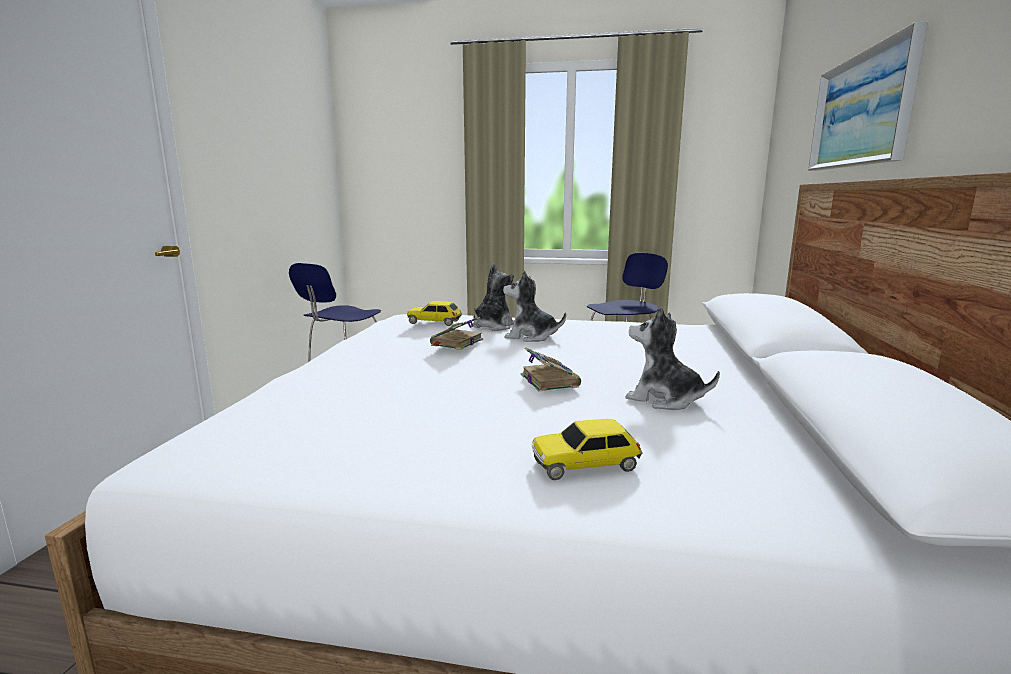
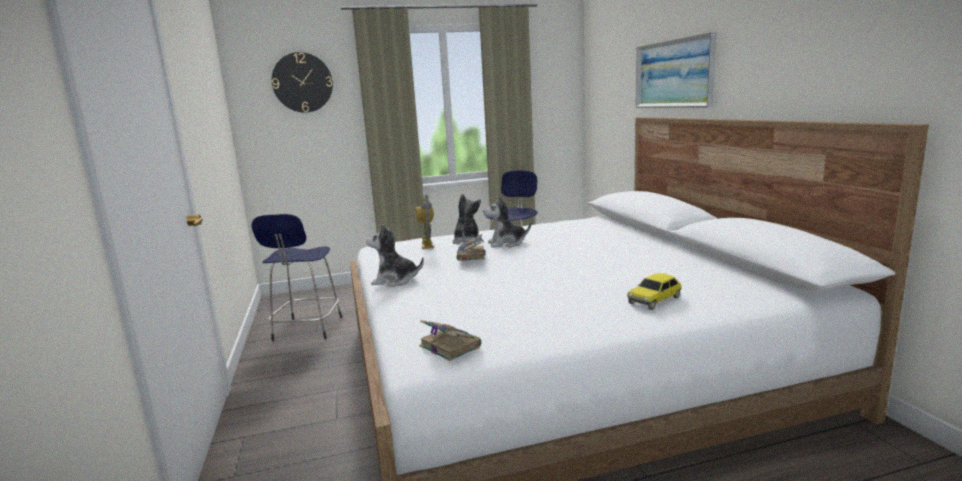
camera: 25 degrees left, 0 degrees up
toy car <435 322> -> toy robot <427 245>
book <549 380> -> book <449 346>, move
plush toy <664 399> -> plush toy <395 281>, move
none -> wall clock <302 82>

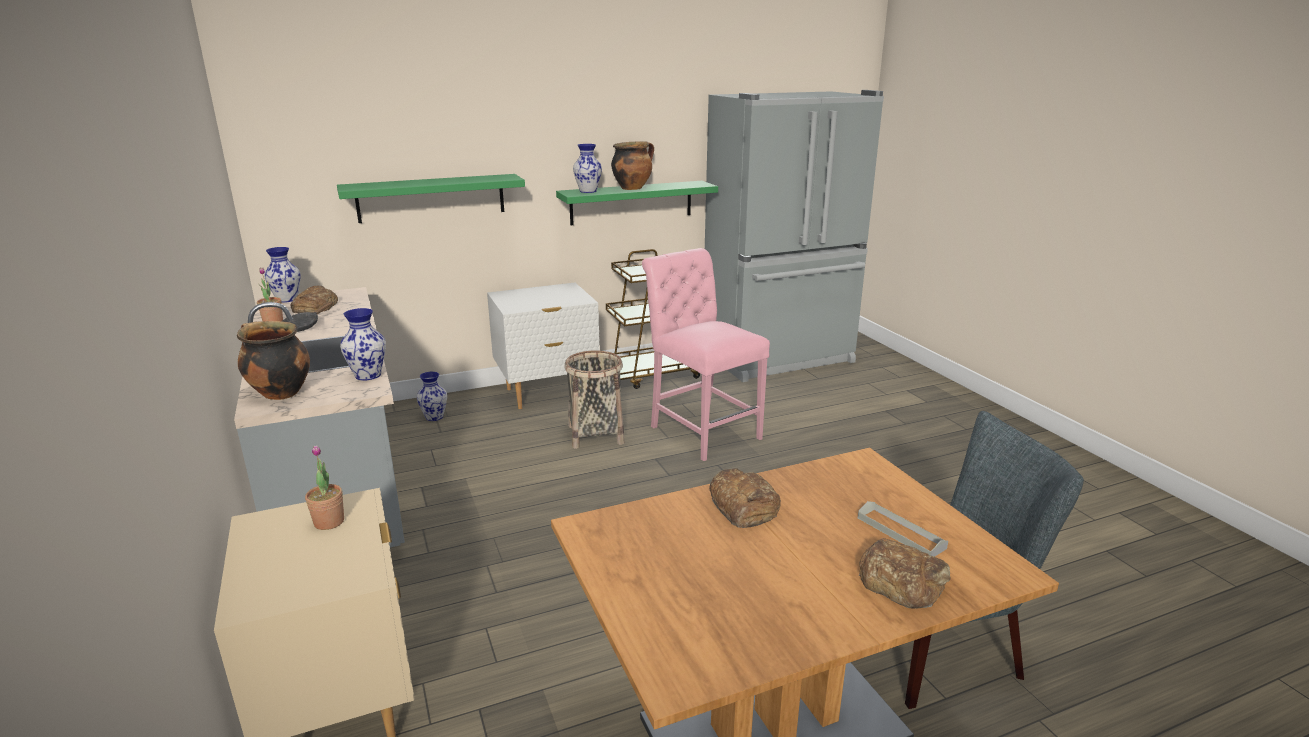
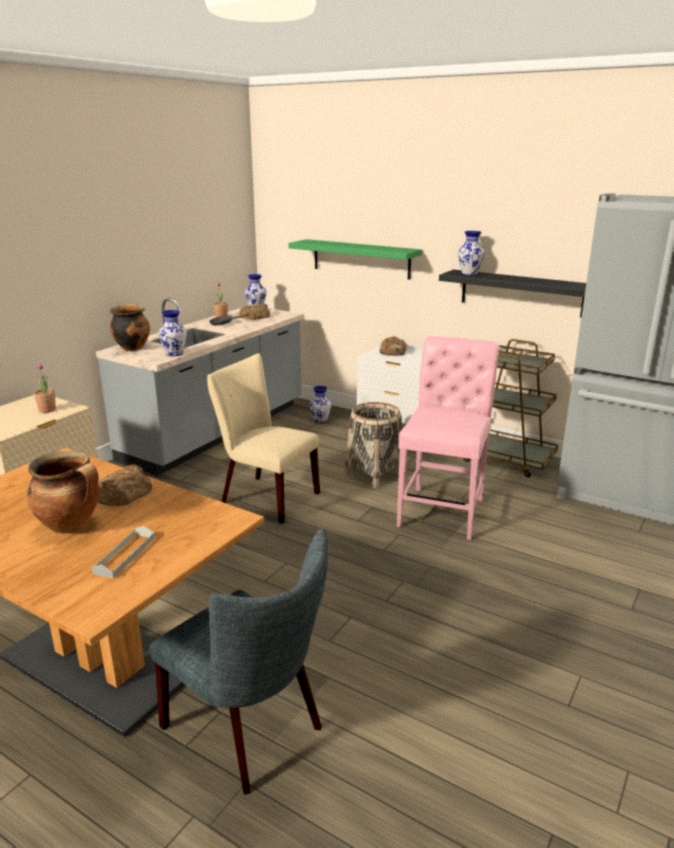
camera: 55 degrees right, 0 degrees up
green shelf <631 202> -> black shelf <521 293>
cooking pot <632 188> -> cooking pot <71 525>, move
bread <902 581> -> bread <393 351>, move
none -> beige chair <264 497>

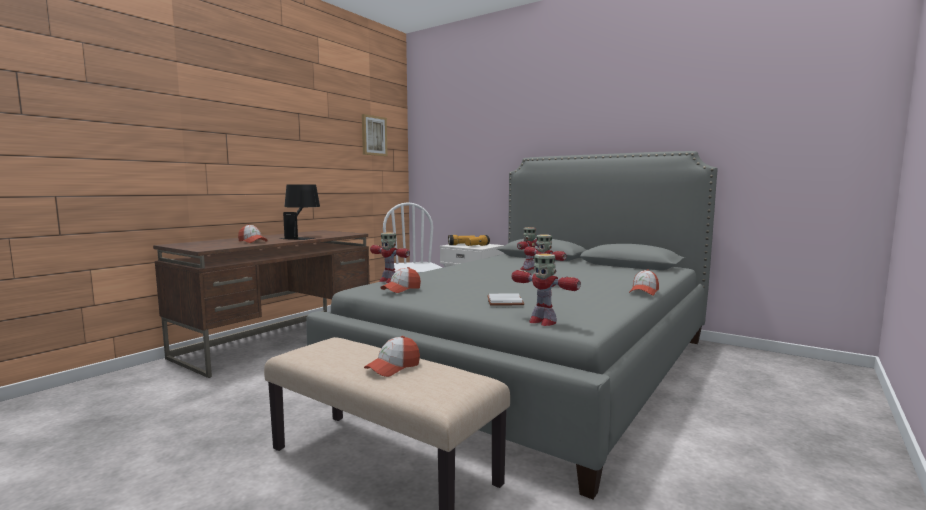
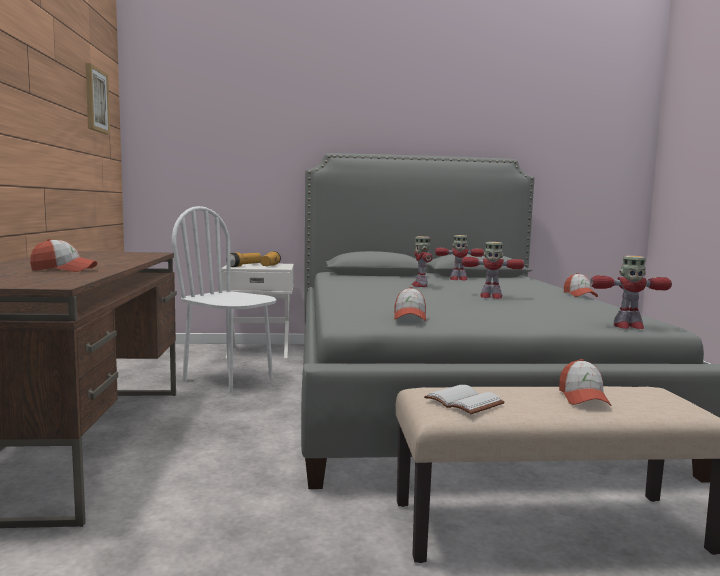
camera: 40 degrees left, 0 degrees up
black table lamp <302 237> -> none
toy robot <388 281> -> toy robot <458 279>, move
white book <506 302> -> white book <466 402>, move

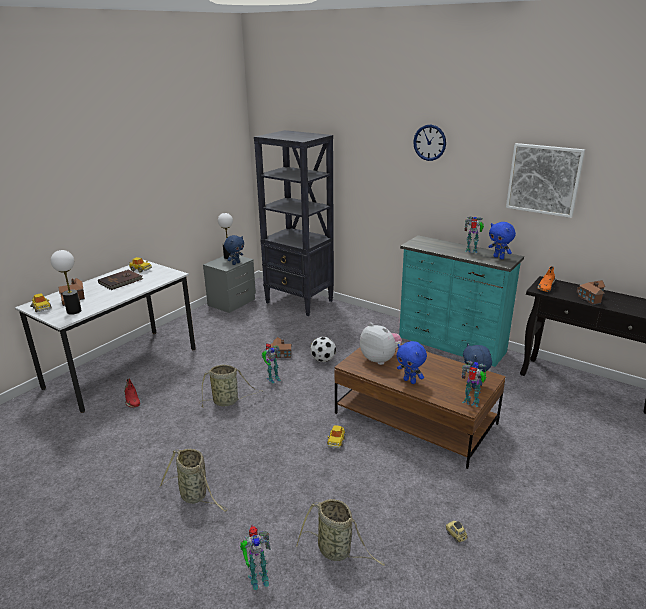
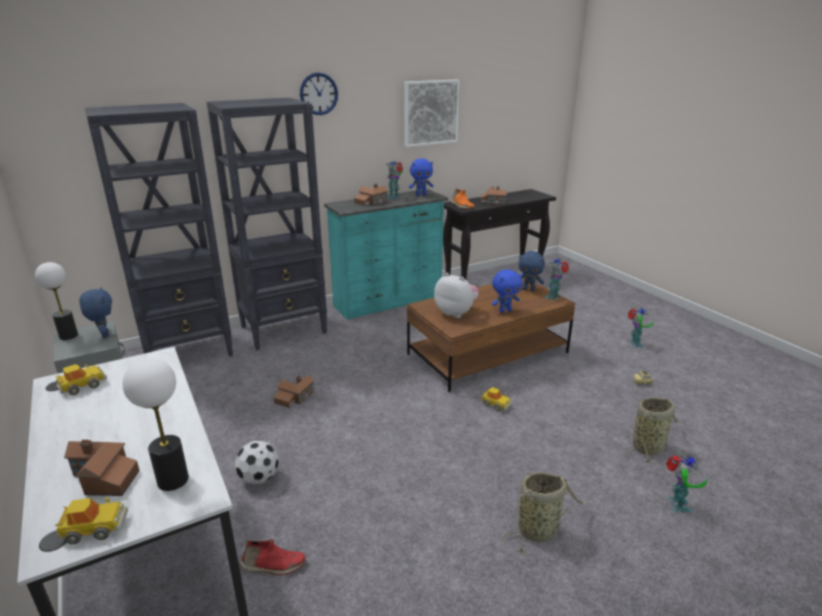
camera: 65 degrees left, 0 degrees up
brown book <121 281> -> none
basket <227 401> -> none
toy robot <272 378> -> toy robot <634 344>, move
football <323 360> -> football <258 478>, move
plush toy <380 359> -> plush toy <456 313>, 60 degrees clockwise
none -> black bookcase <284 329>
none -> toy house <371 202>

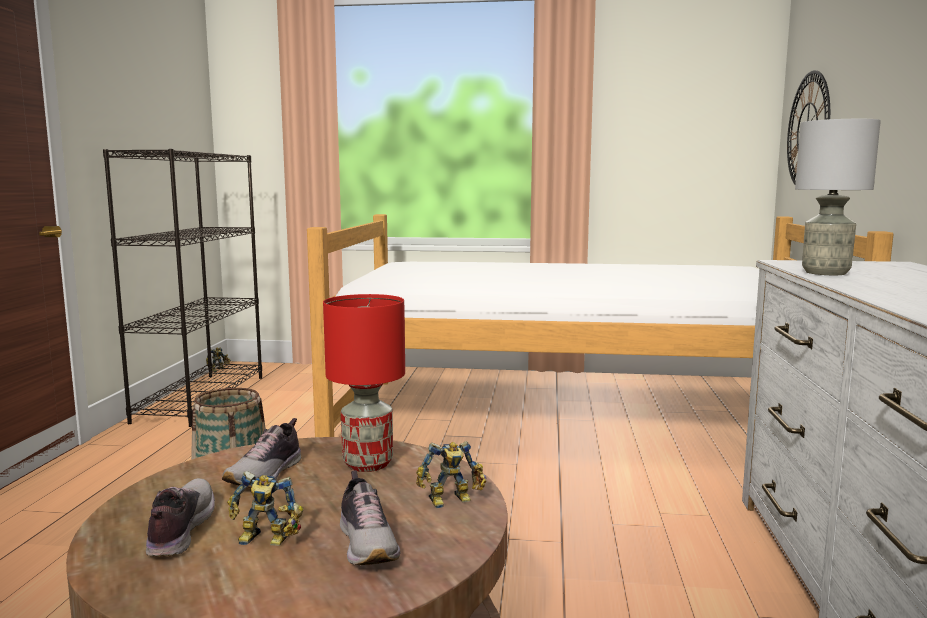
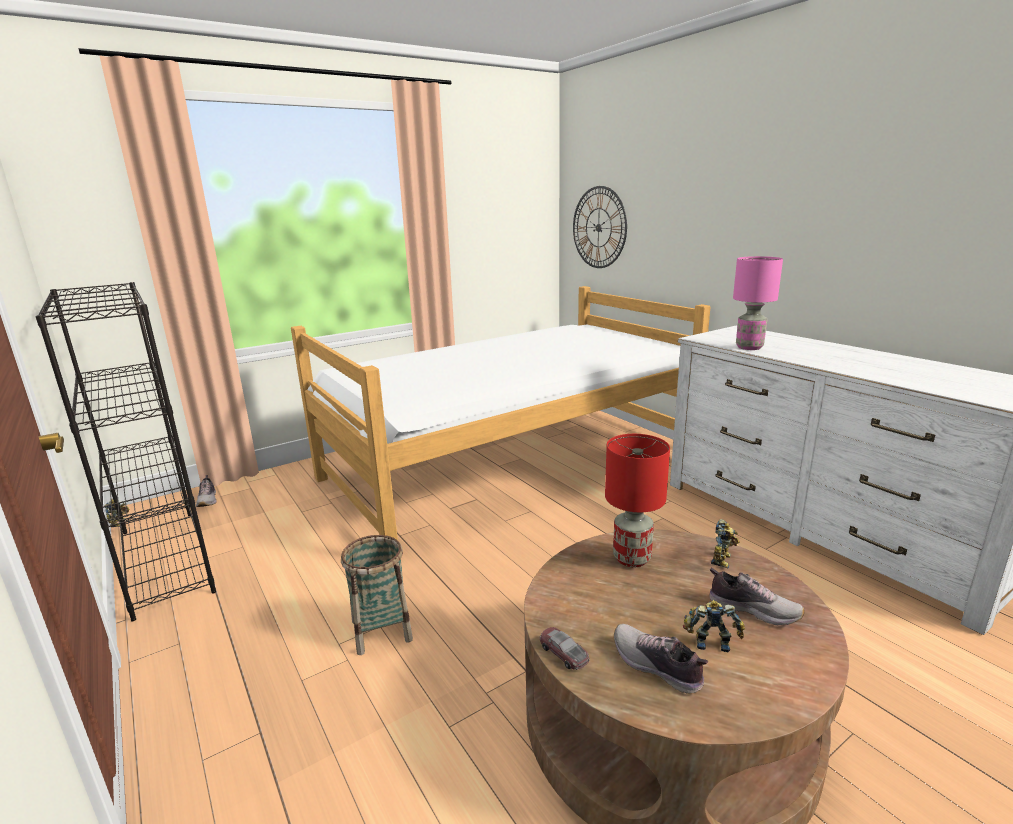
camera: 40 degrees left, 10 degrees up
shoe <267 474> -> shoe <208 500>, move
toy robot <264 541> -> toy robot <711 641>, 135 degrees counterclockwise
grey table lamp <826 273> -> pink table lamp <749 347>
none -> toy car <563 652>

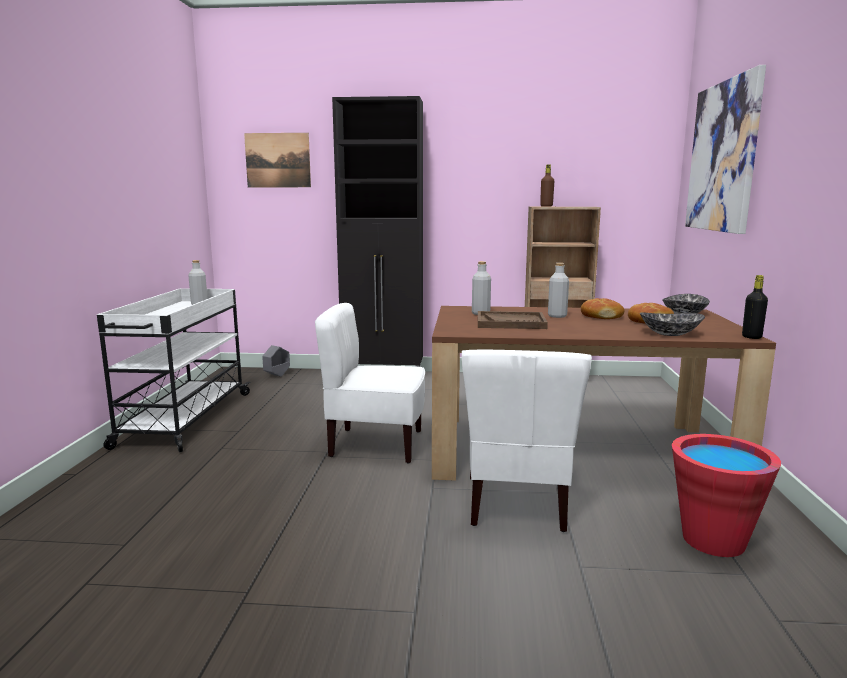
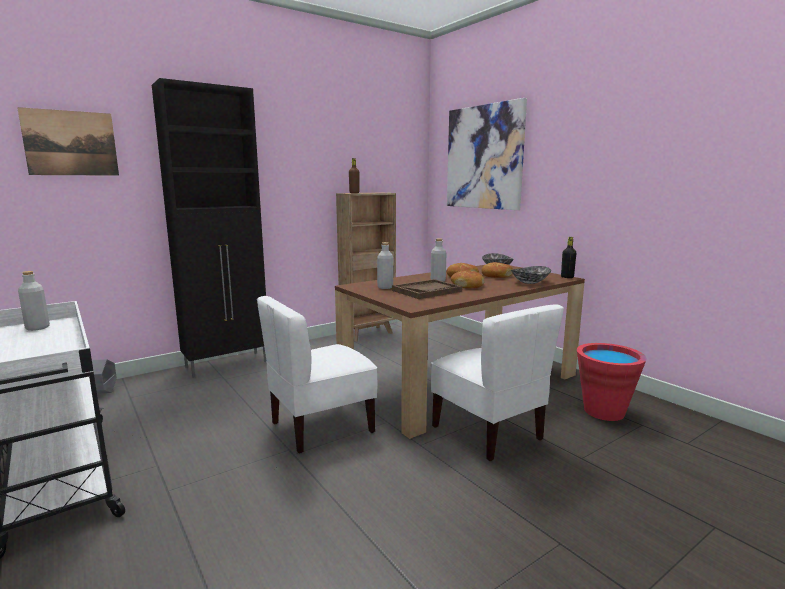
camera: 40 degrees left, 0 degrees up
none -> bread <467 285>

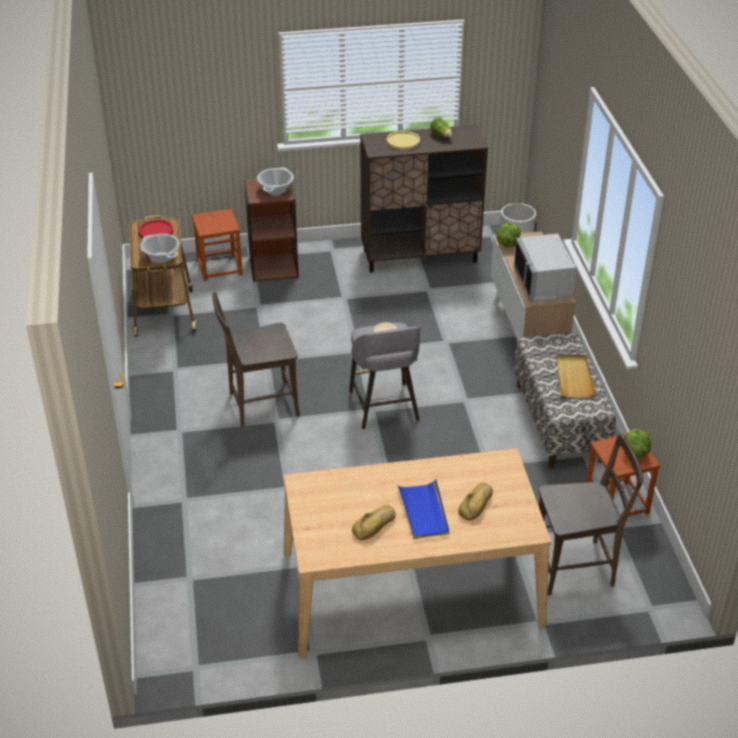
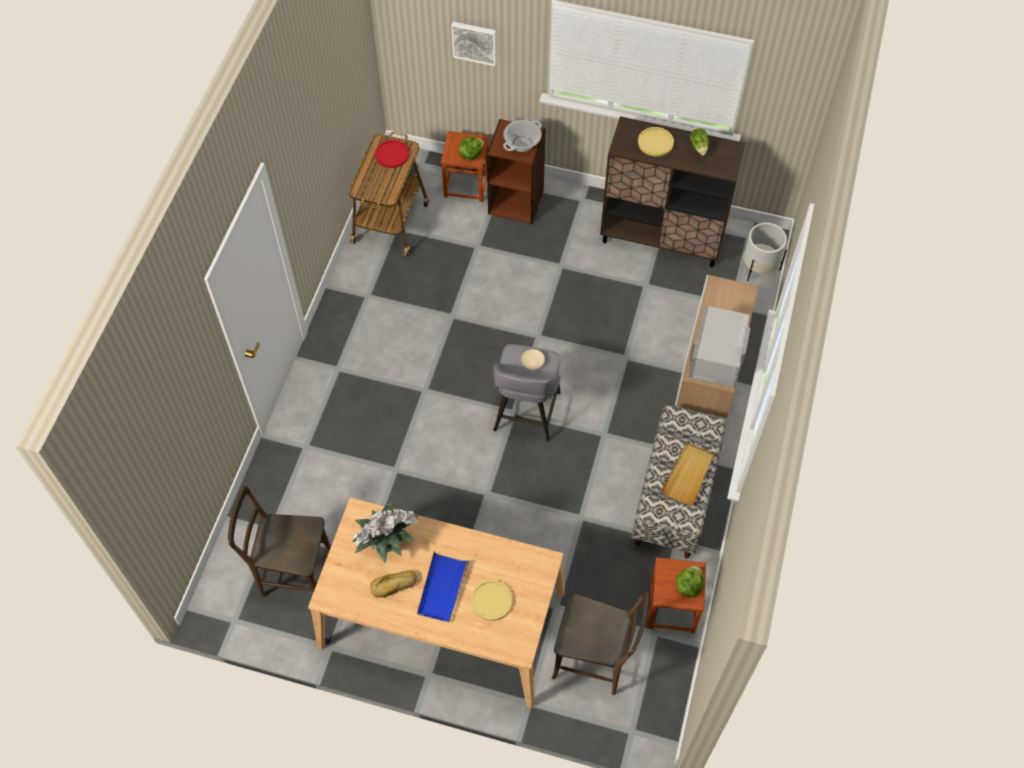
camera: 25 degrees right, 20 degrees up
cooking pot <161 257> -> none
brown chair <259 405> -> brown chair <293 573>, move
bread <477 504> -> yellow plate <491 600>
lettuce <507 243> -> lettuce <471 154>, move
none -> potted plant <388 543>
none -> picture <474 42>

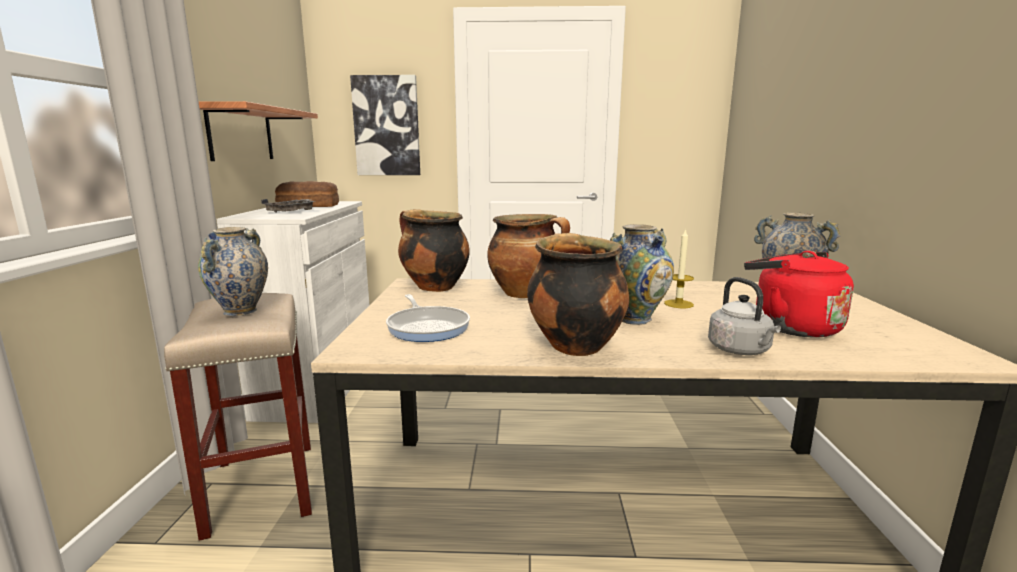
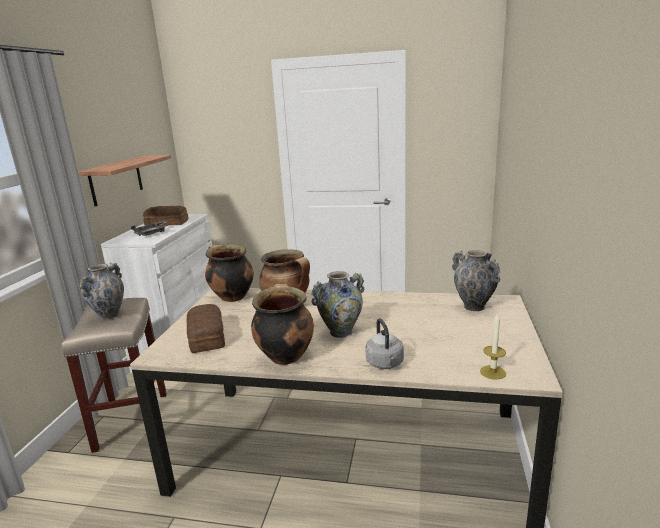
camera: 10 degrees right, 5 degrees up
picture <387 126> -> none
frying pan <428 327> -> bread <207 336>
candle <678 304> -> candle <493 372>, move
red kettle <790 327> -> none

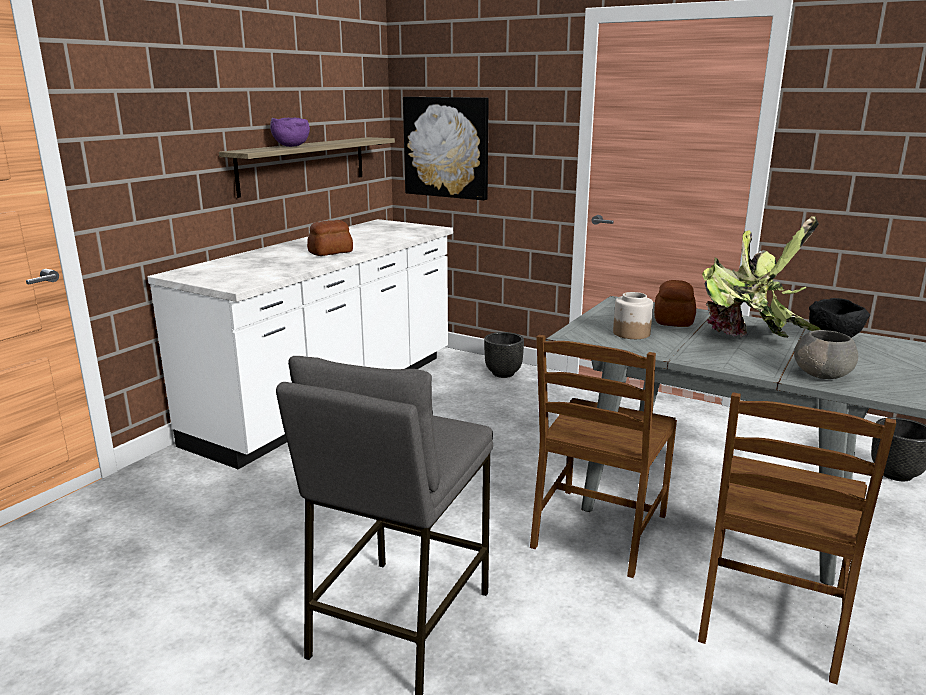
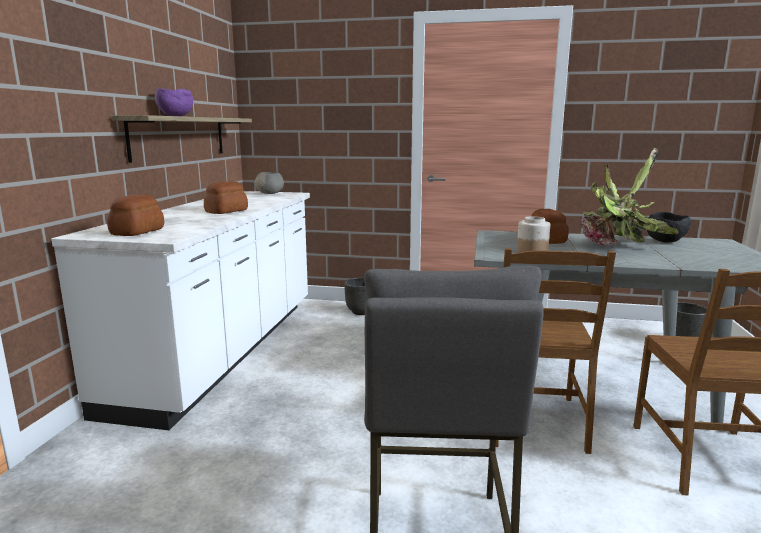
camera: 20 degrees left, 5 degrees down
picture <446 147> -> none
grey bowl <823 375> -> grey bowl <270 193>, move
none -> bread <136 232>

